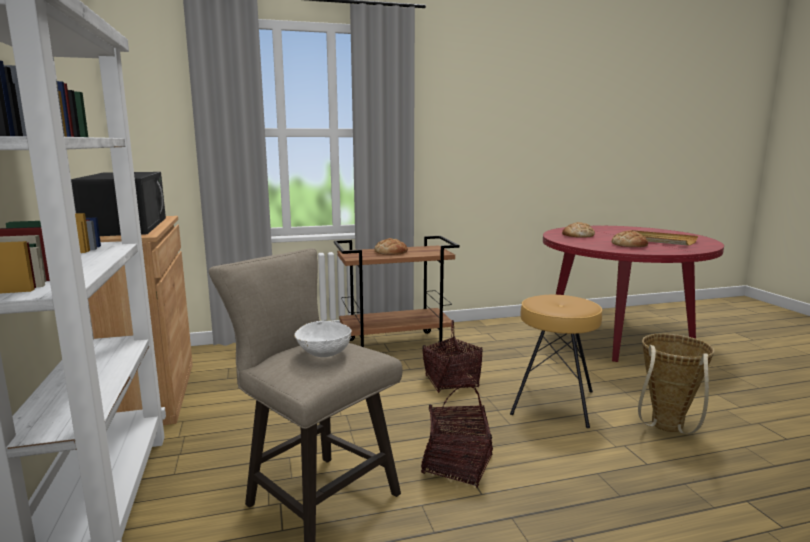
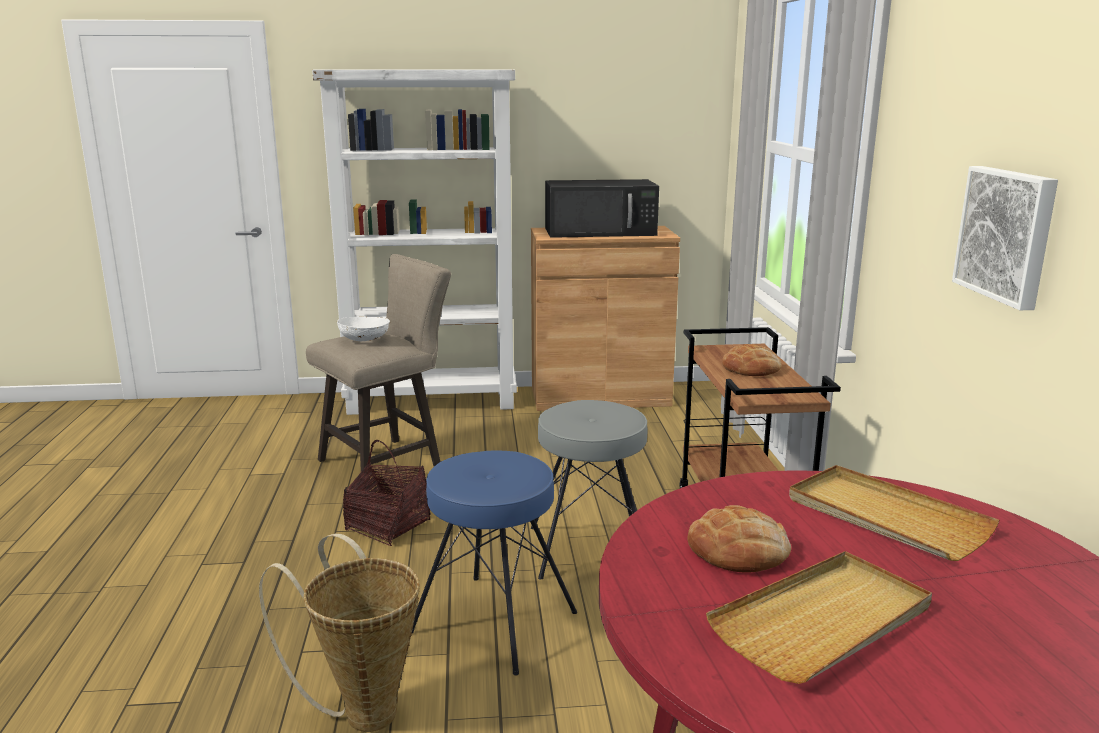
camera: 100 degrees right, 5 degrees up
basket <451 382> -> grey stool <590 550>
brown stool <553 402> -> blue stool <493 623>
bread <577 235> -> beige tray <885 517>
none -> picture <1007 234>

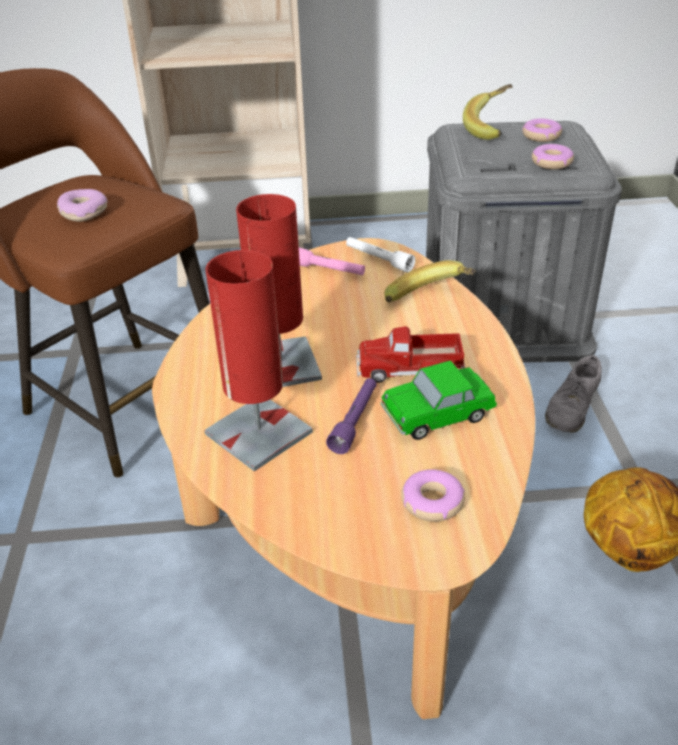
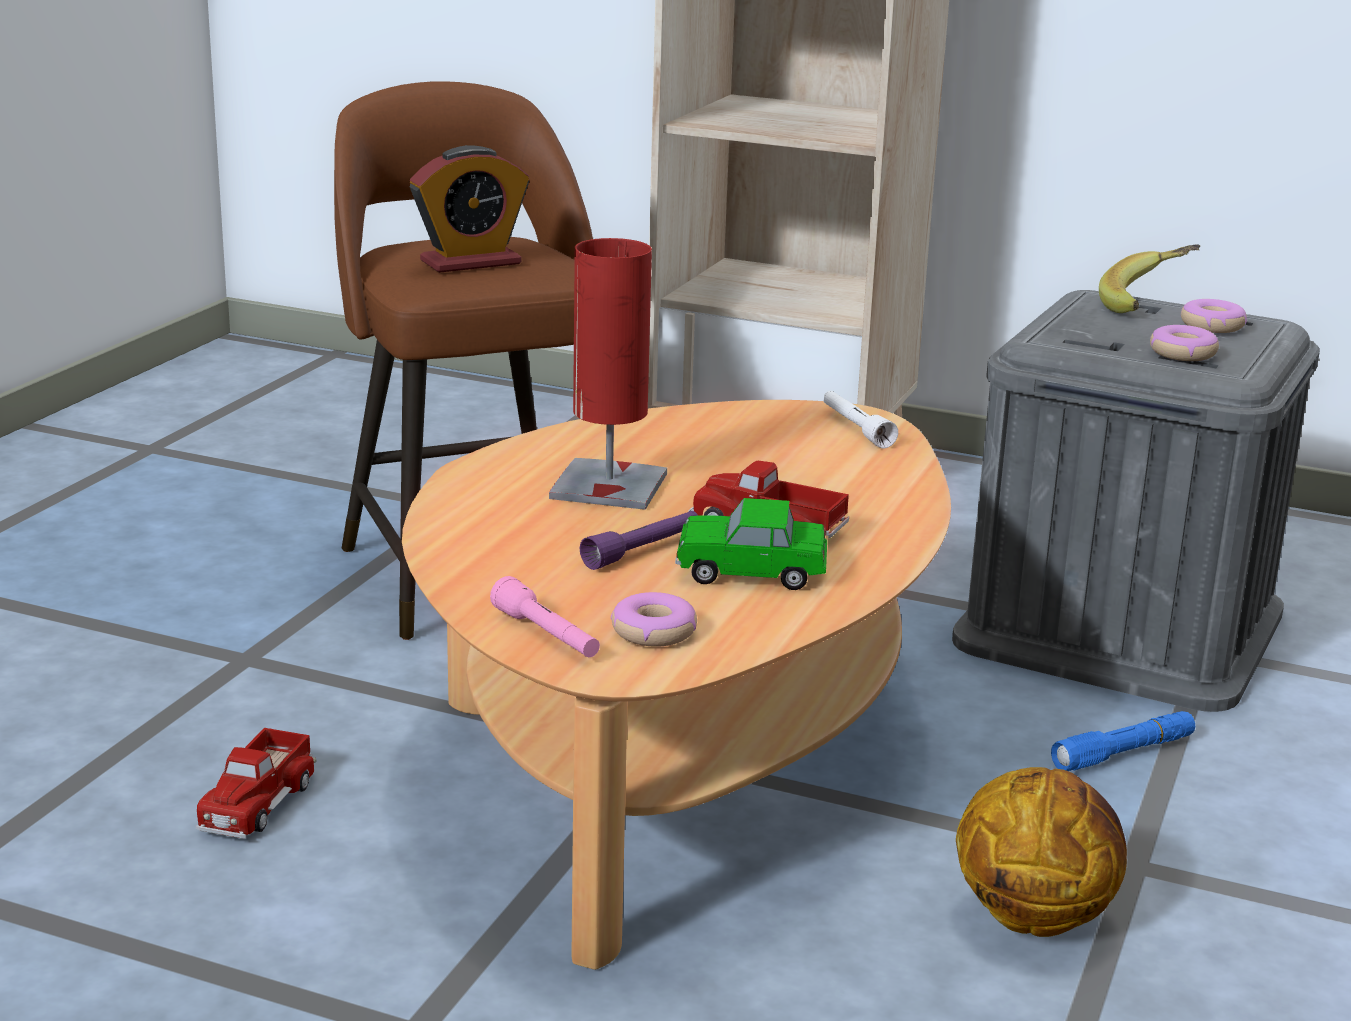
camera: 25 degrees right, 15 degrees down
donut <84 212> -> alarm clock <470 262>
red table lamp <258 433> -> none
pink flashlight <327 270> -> pink flashlight <546 635>, move
banana <430 300> -> none
grey shoe <573 406> -> blue flashlight <1123 753>
none -> toy truck <256 802>

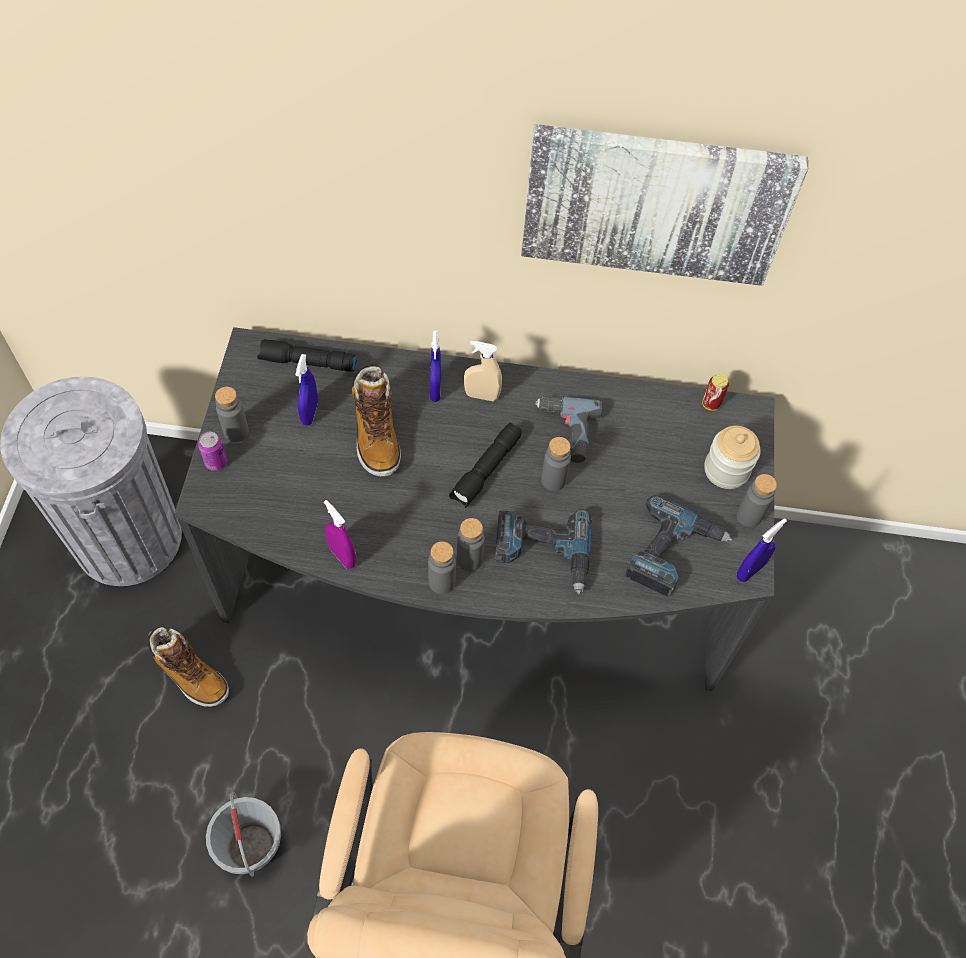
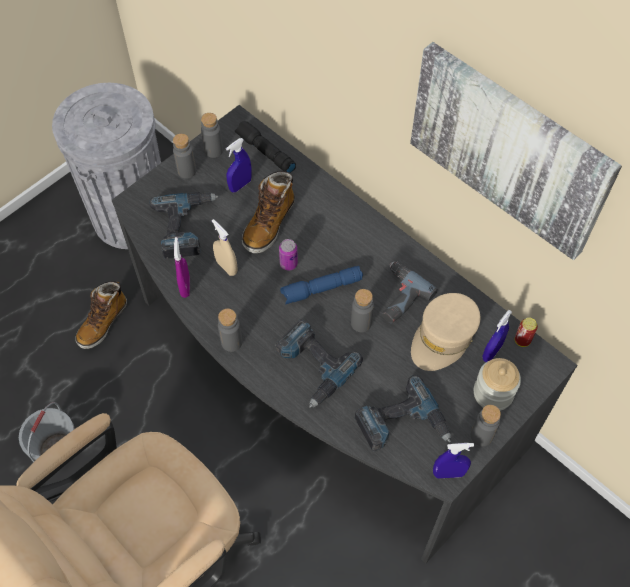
camera: 40 degrees right, 0 degrees up
boot <191 675> -> boot <103 322>, 45 degrees clockwise
can <216 462> -> can <288 264>, move
blue spray bottle <435 389> -> blue spray bottle <491 352>, move
black flashlight <486 471> -> blue flashlight <321 289>
grey bottle <469 559> -> grey bottle <213 150>, move
beige spray bottle <481 395> -> beige spray bottle <226 267>, move
none -> power drill <186 227>
none -> beige cap <443 337>

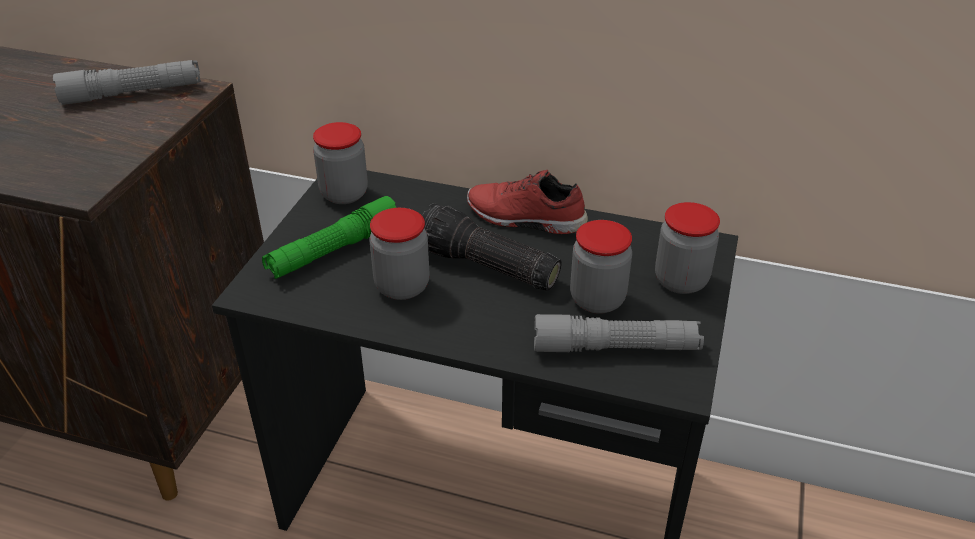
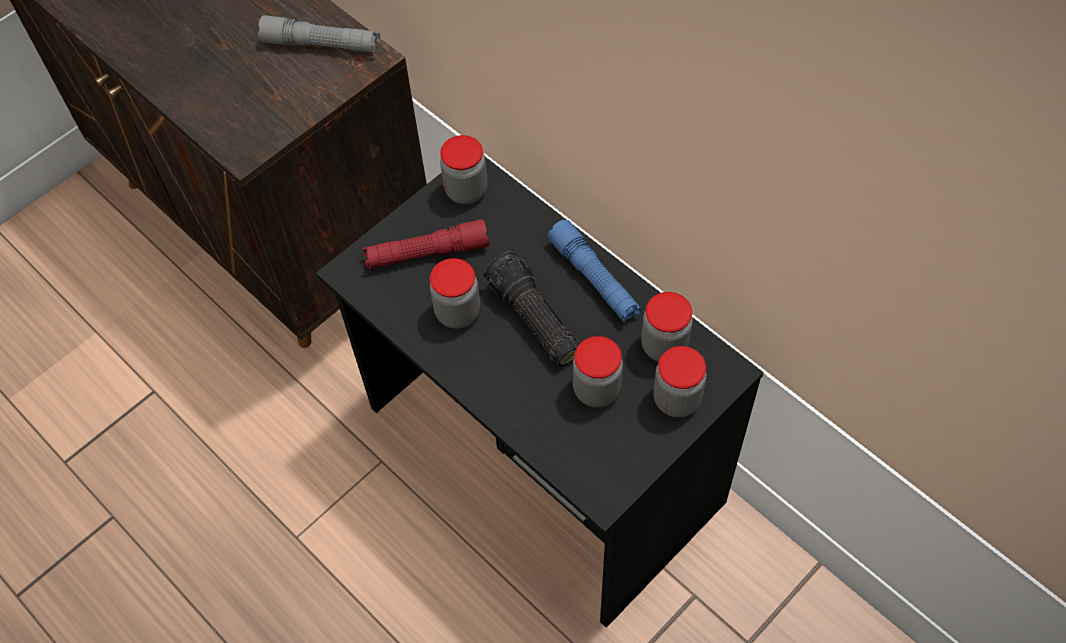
camera: 30 degrees right, 20 degrees up
green flashlight <334 250> -> red flashlight <427 253>
red shoe <524 219> -> blue flashlight <594 279>
grey flashlight <616 347> -> none
none -> jar <664 346>

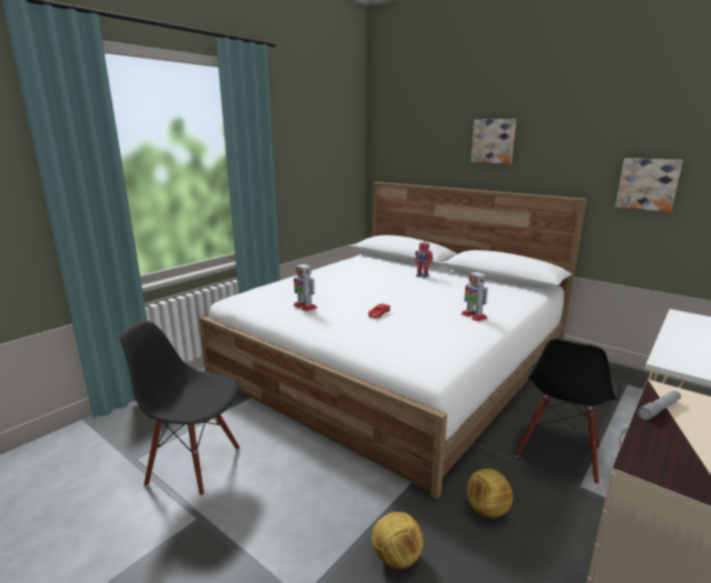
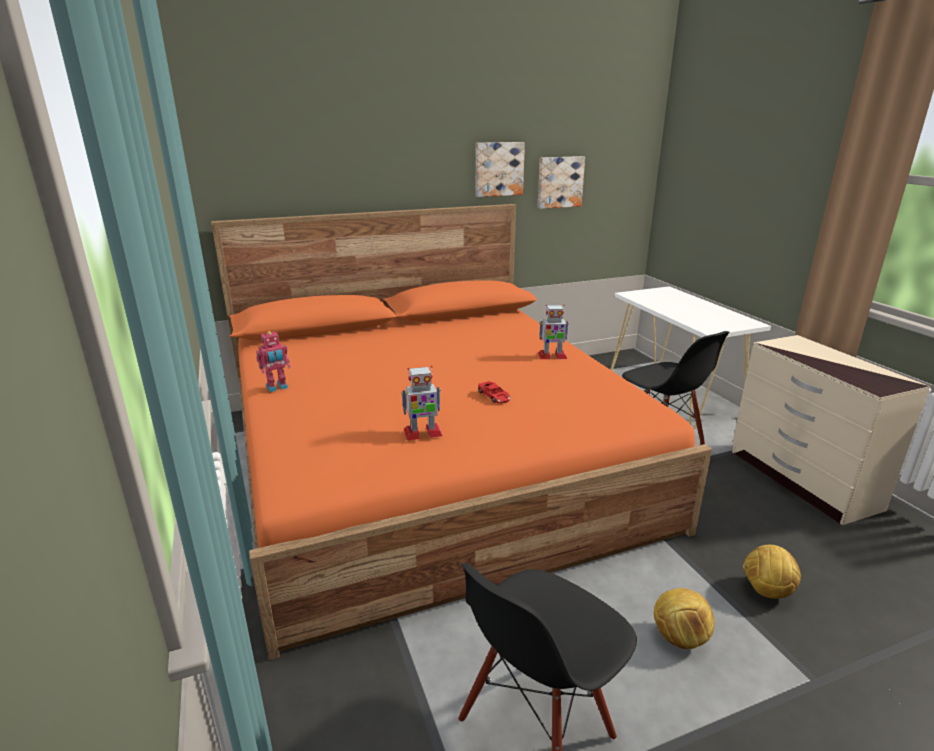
camera: 60 degrees left, 5 degrees up
white bed <394 362> -> orange bed <431 462>
toy robot <422 276> -> toy robot <277 387>, move
football <487 509> -> football <678 637>, move
picture <493 141> -> picture <498 169>, move
grey flashlight <659 409> -> none

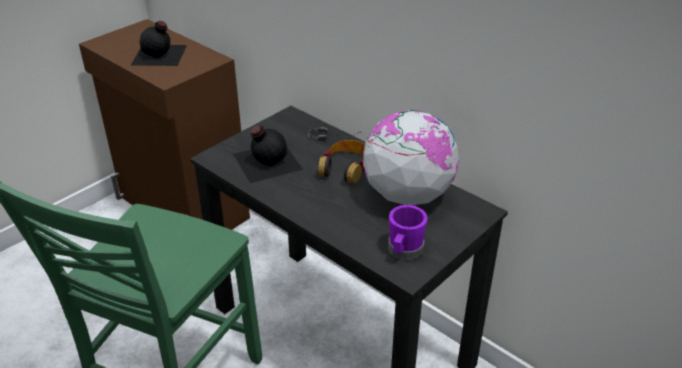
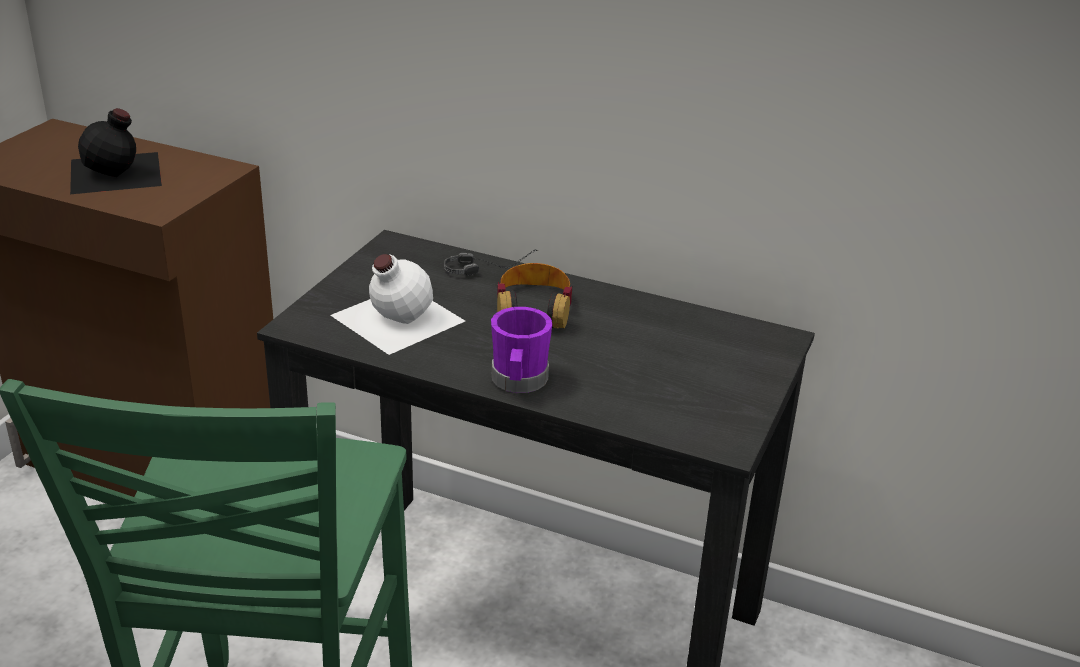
camera: 20 degrees left, 5 degrees down
black bottle <266 161> -> white bottle <395 318>
globe <407 195> -> none
purple mug <404 251> -> purple mug <518 382>, move

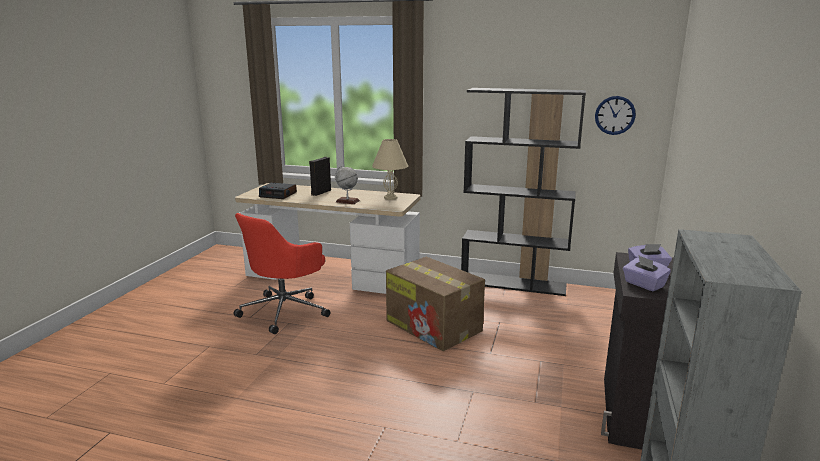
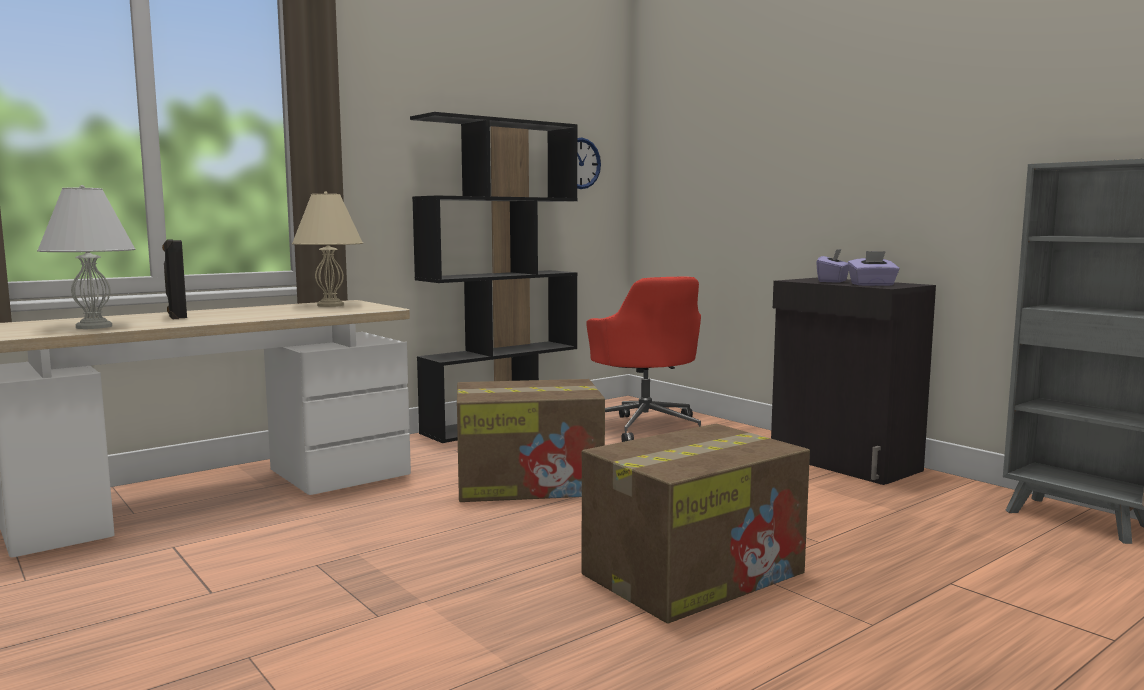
camera: 55 degrees left, 10 degrees down
red office chair <285 311> -> red office chair <645 428>, move
alarm clock <278 195> -> white table lamp <95 326>
globe <347 201> -> none
none -> cardboard box <695 573>

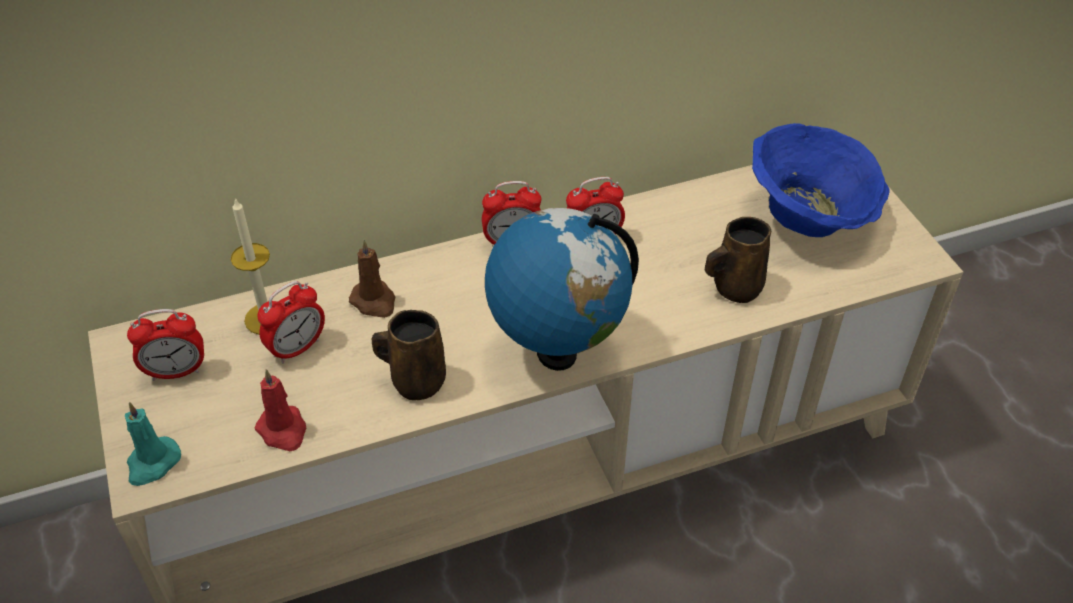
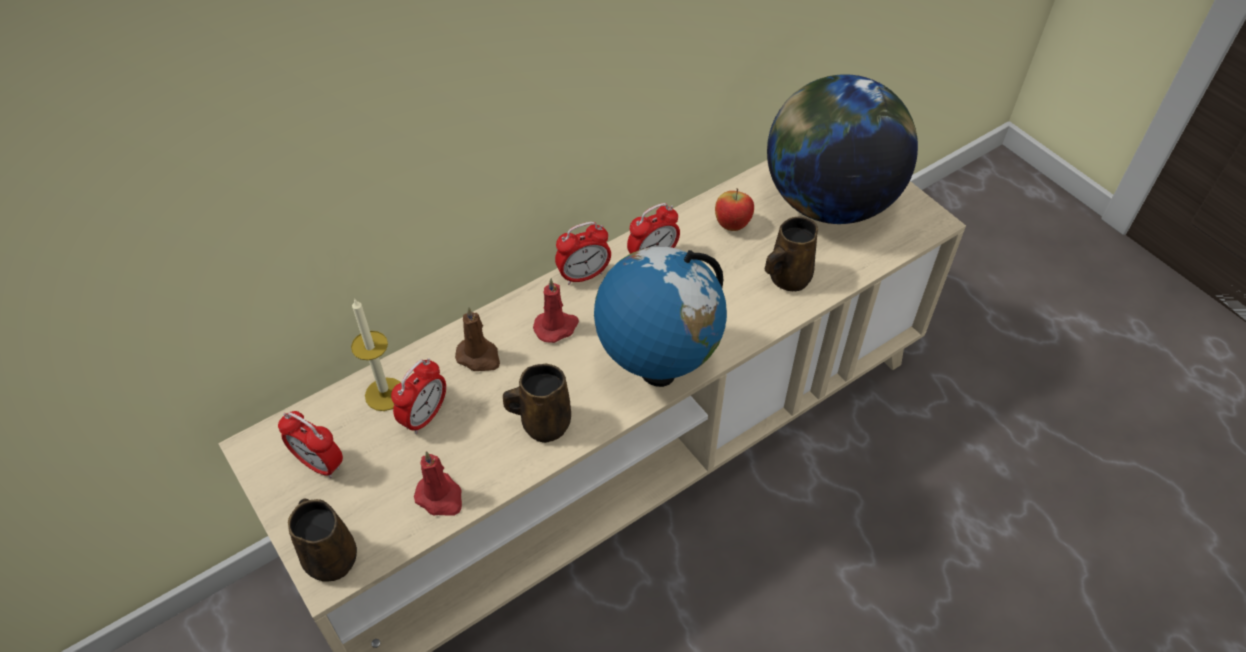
camera: 15 degrees left, 5 degrees up
turquoise candle <152 463> -> brown mug <330 557>
alarm clock <176 371> -> alarm clock <319 464>, 60 degrees clockwise
blue bowl <809 218> -> globe <828 201>
none -> red candle <556 327>
none -> apple <732 225>

